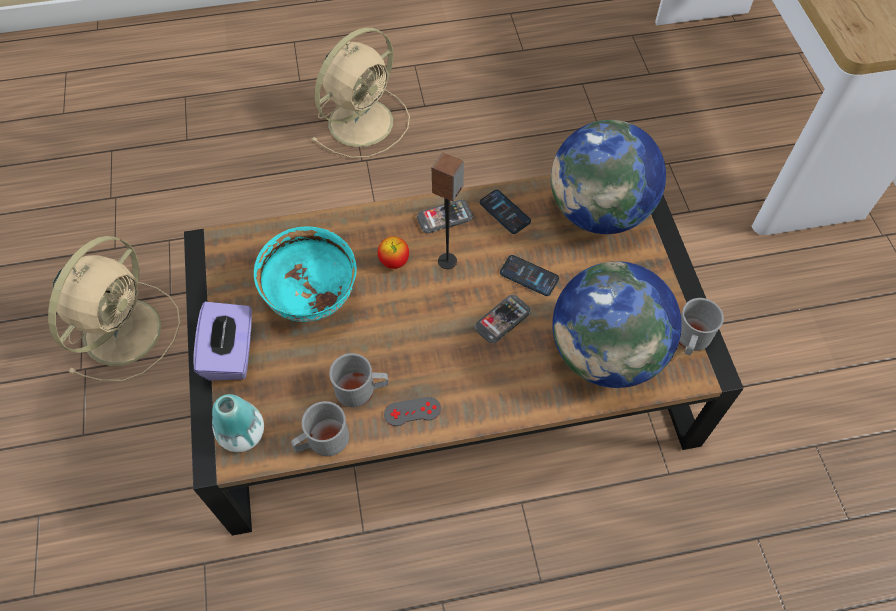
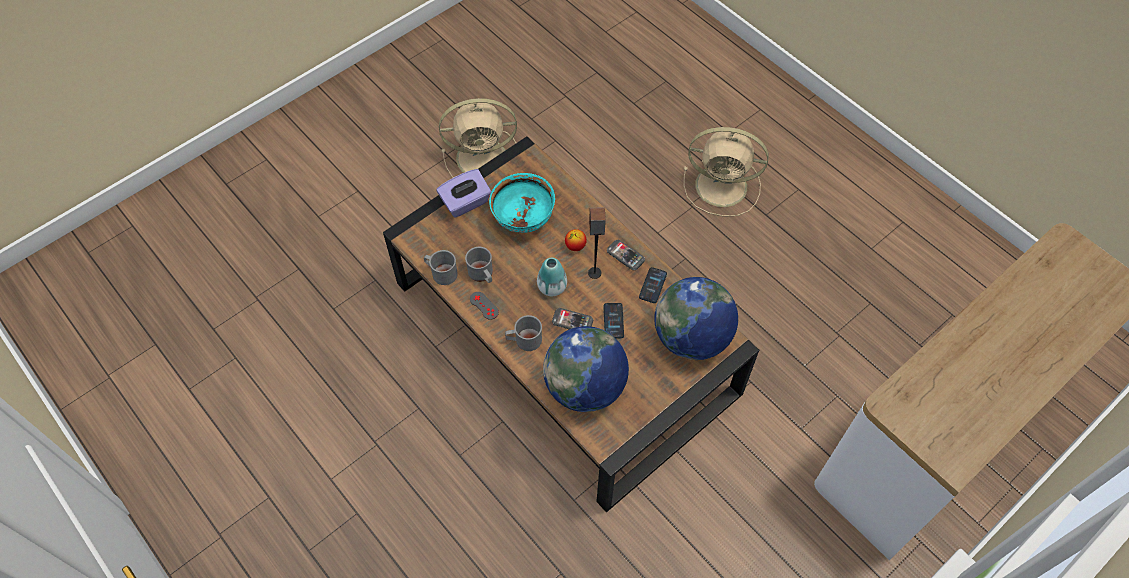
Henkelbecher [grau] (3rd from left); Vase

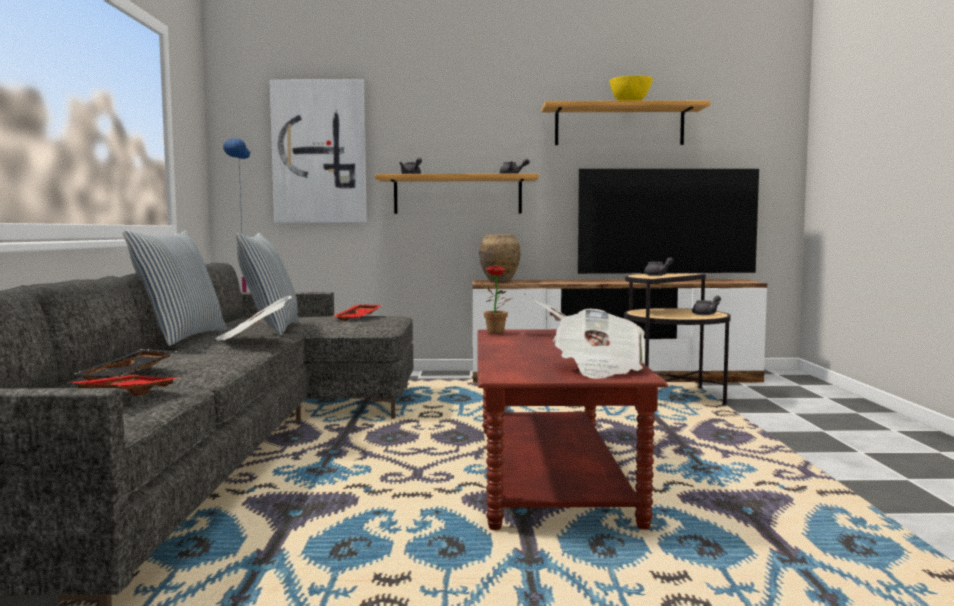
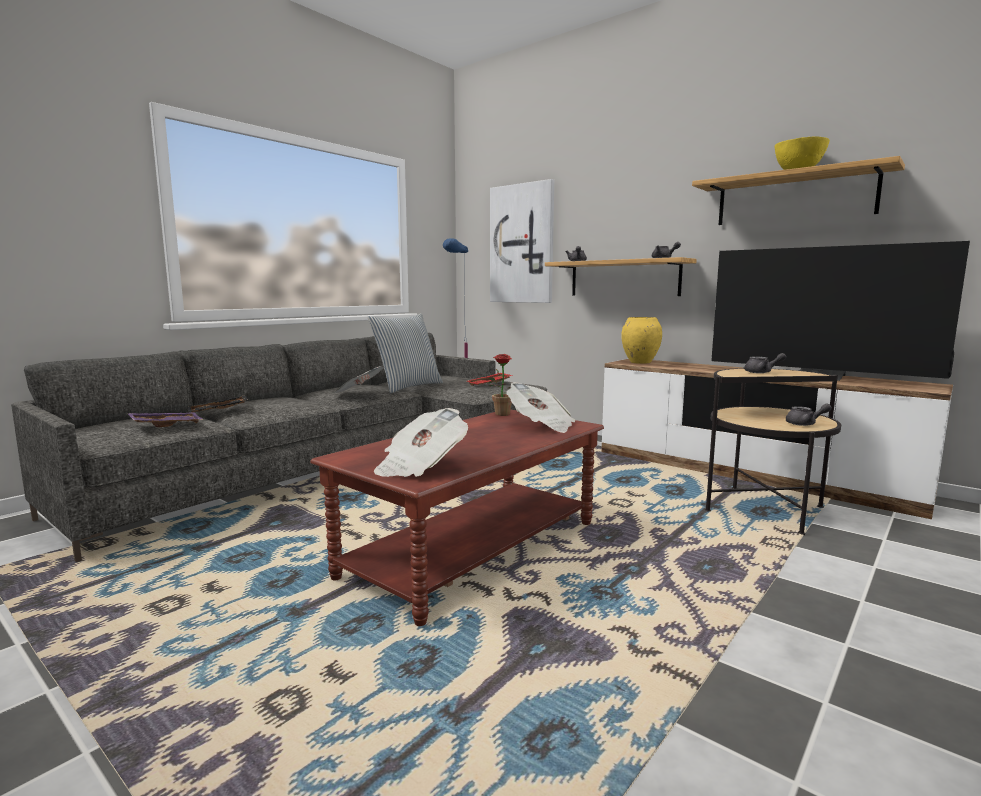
Tablett [lila]; Vase [gelb]; Kissen (1st from left in the first image)

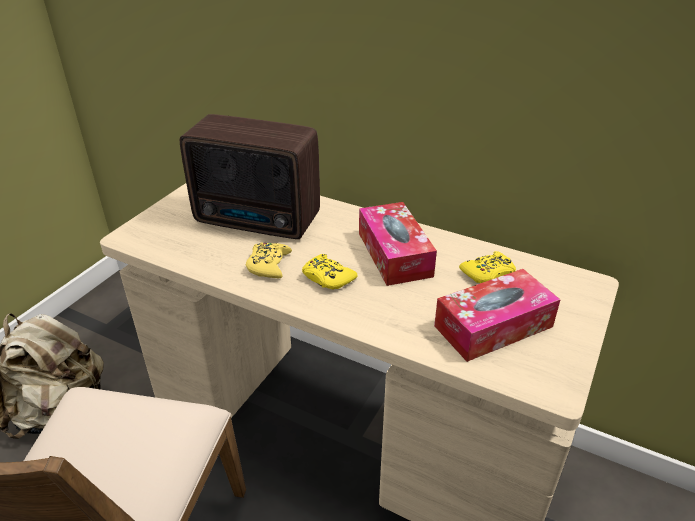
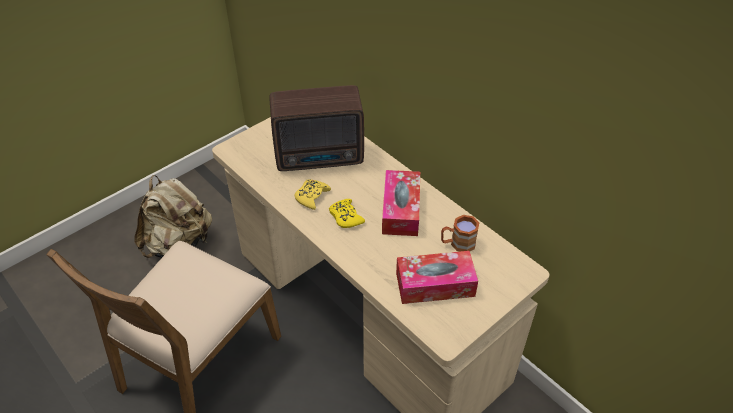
Radio; Henkelbecher [braun]

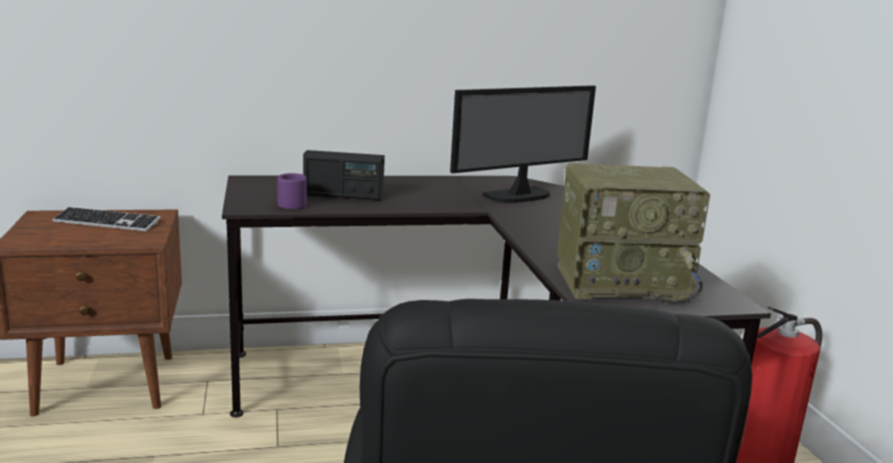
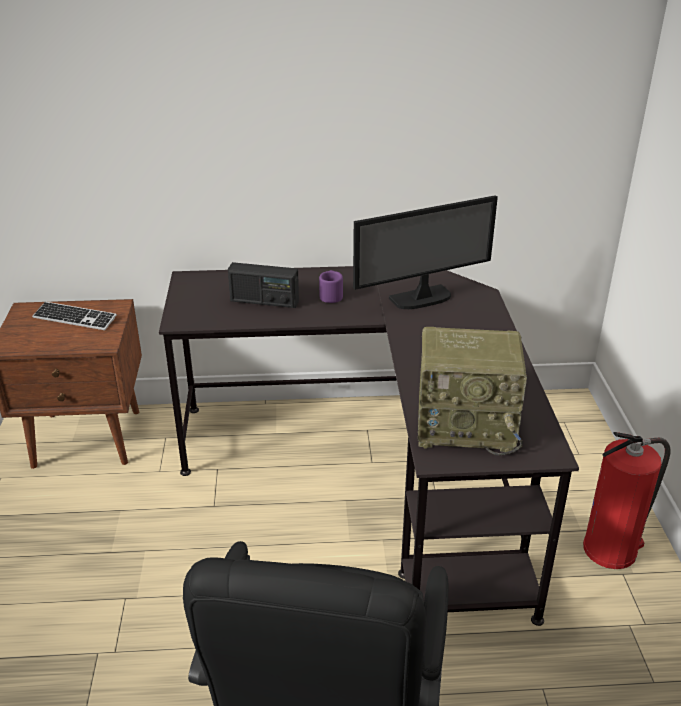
Henkelbecher [lila]

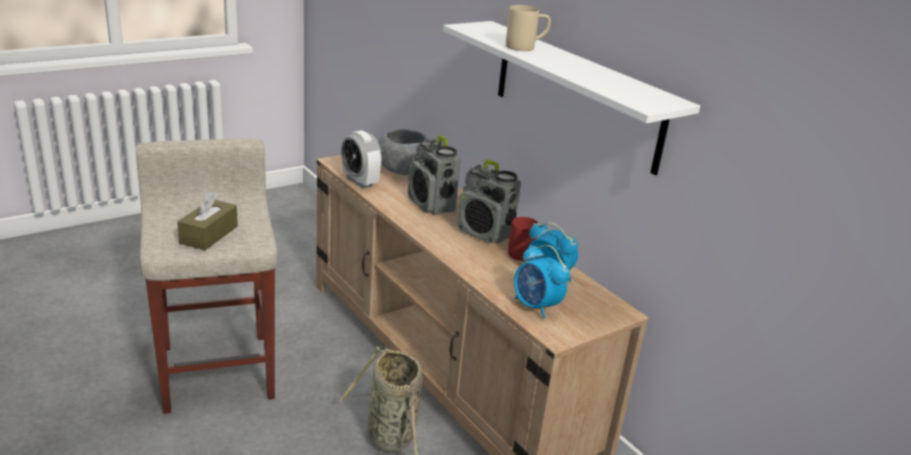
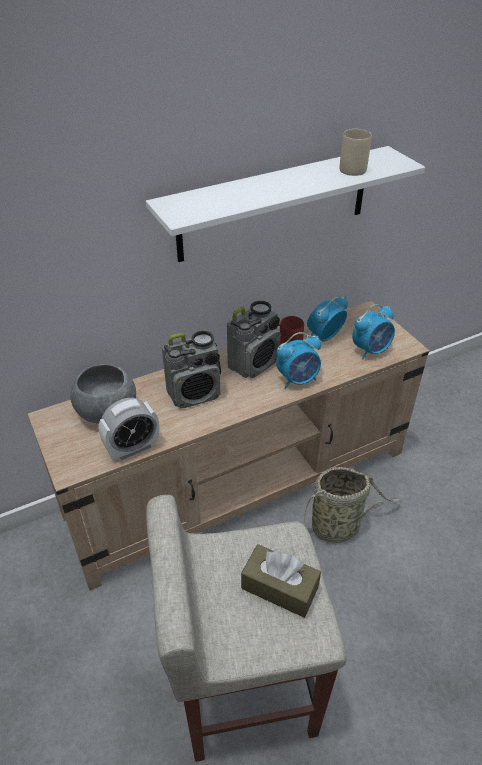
Wecker (2nd from left); Henkelbecher [beige]

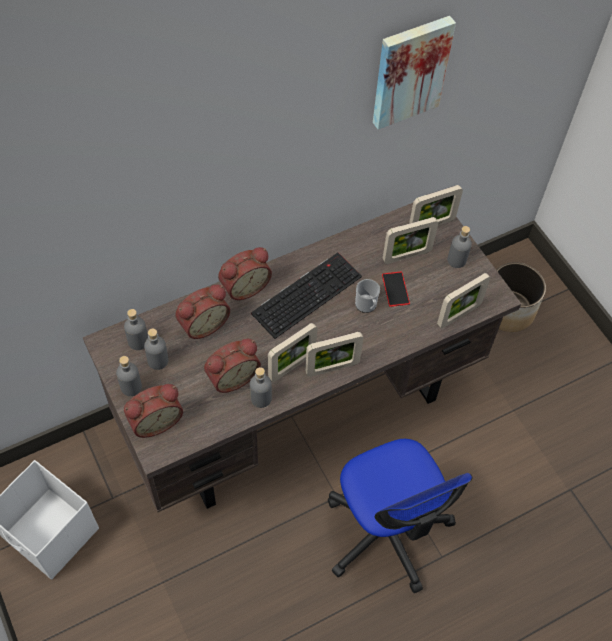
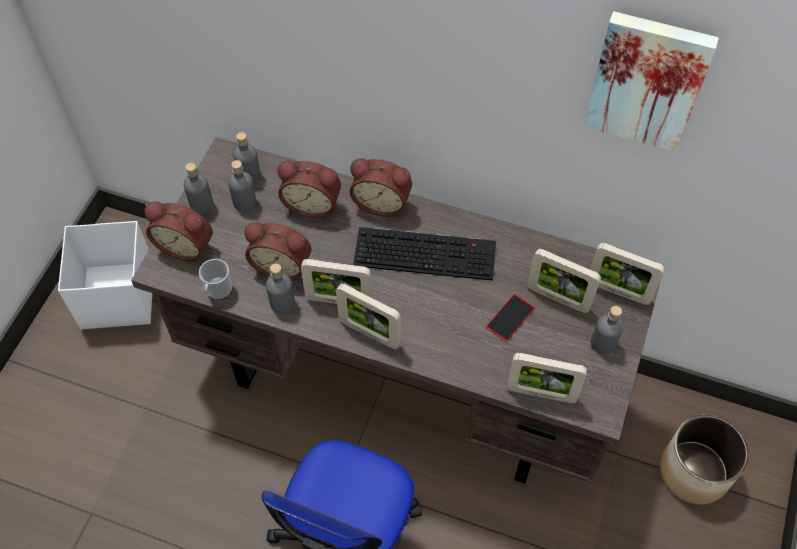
Henkelbecher

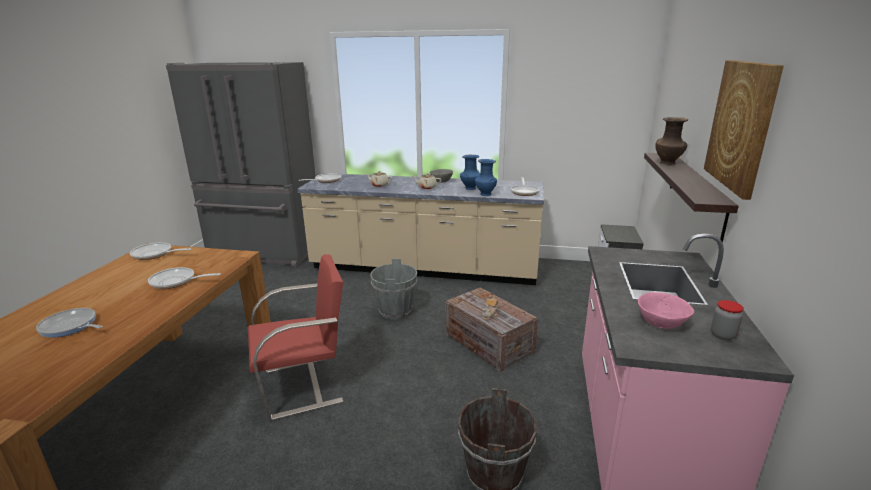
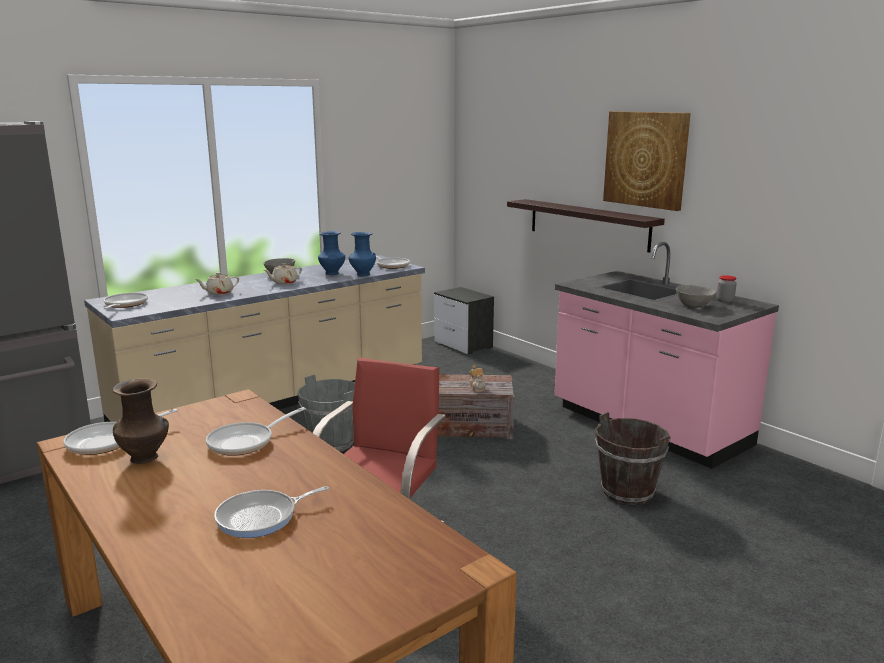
Vase [braun]; Schüssel [grau] (2nd from left)

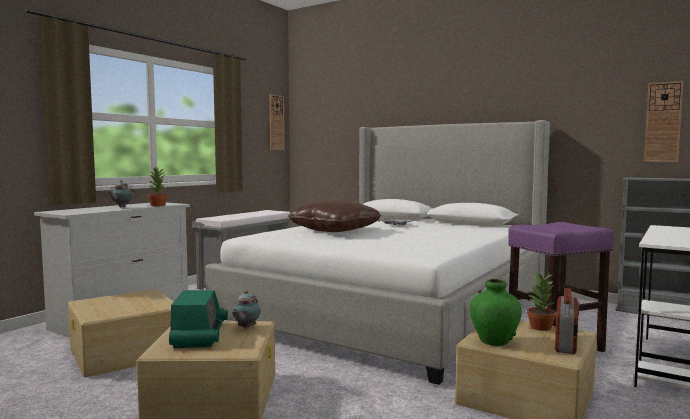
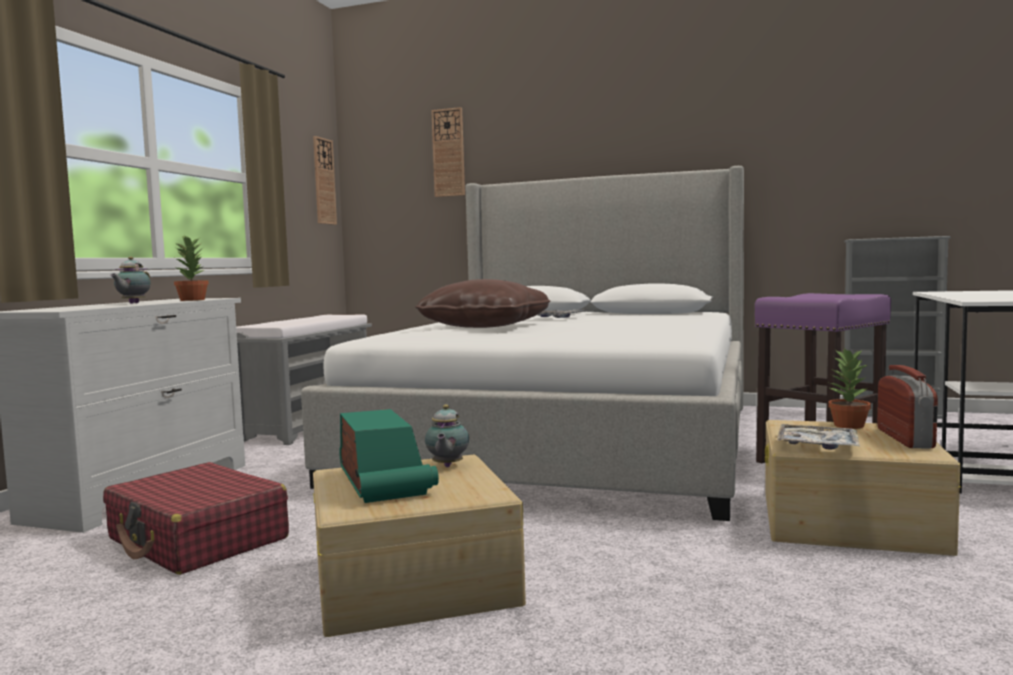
Koffer [rot]; Wanduhr (2nd from left); Tablett (2nd from left)

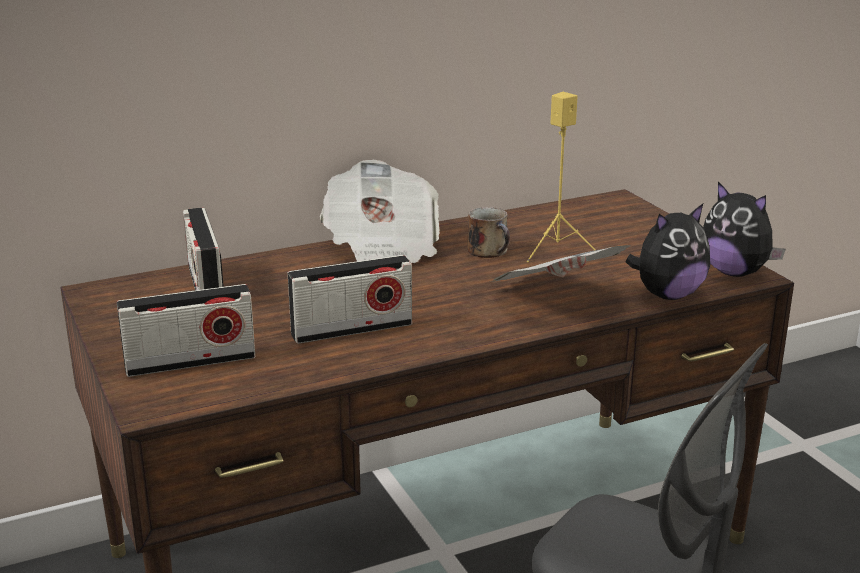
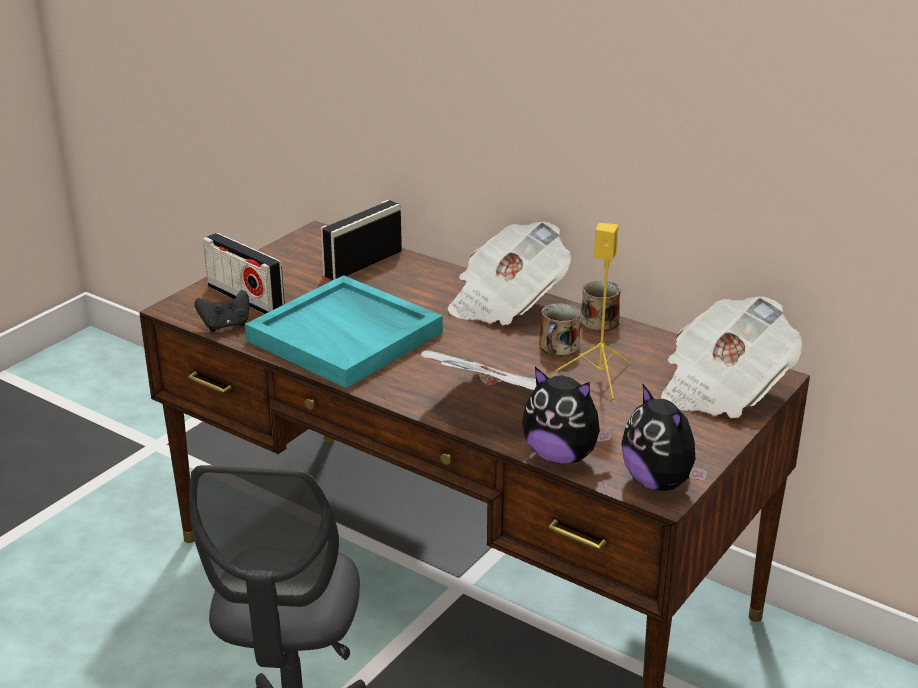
Gamepad [schwarz]; Tablett [türkis]; Henkelbecher (2nd from left); Plüschtier (2nd from left); Zeitung (3rd from left)

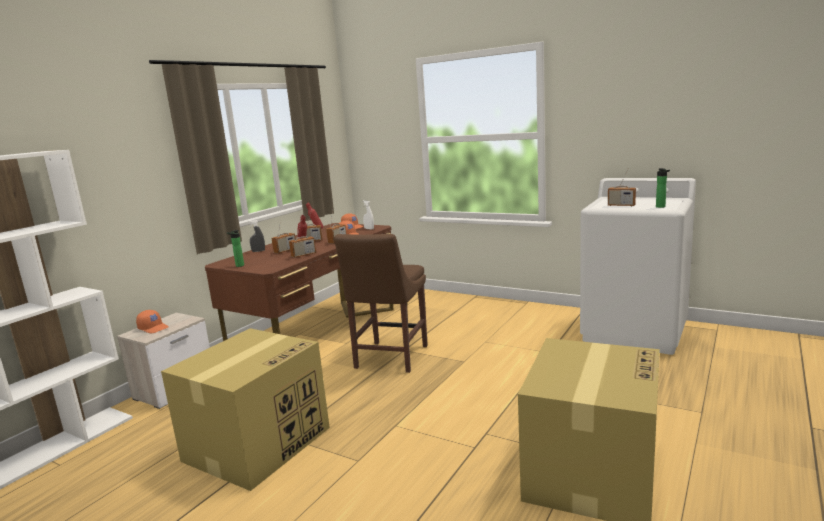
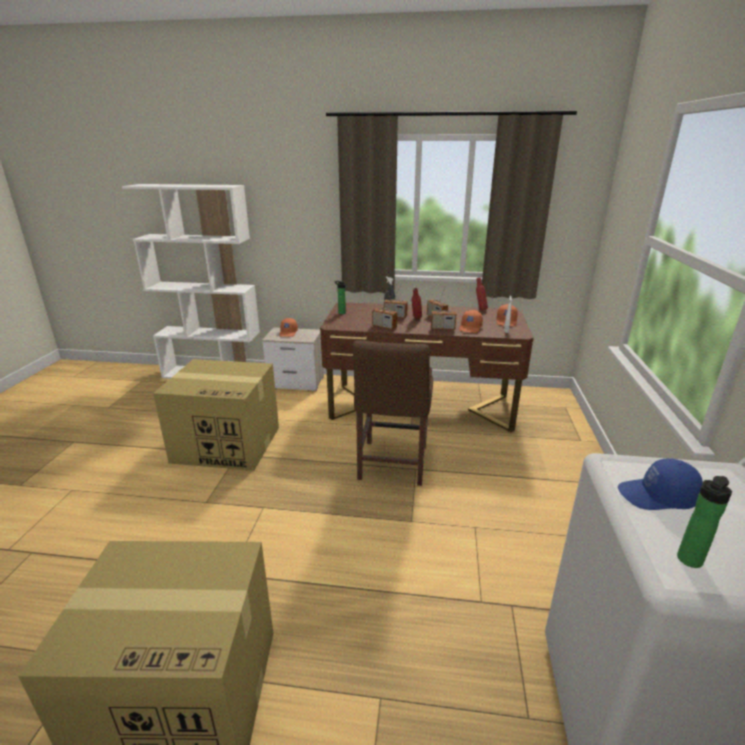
Stuhl [braun]; Kappe [blau]

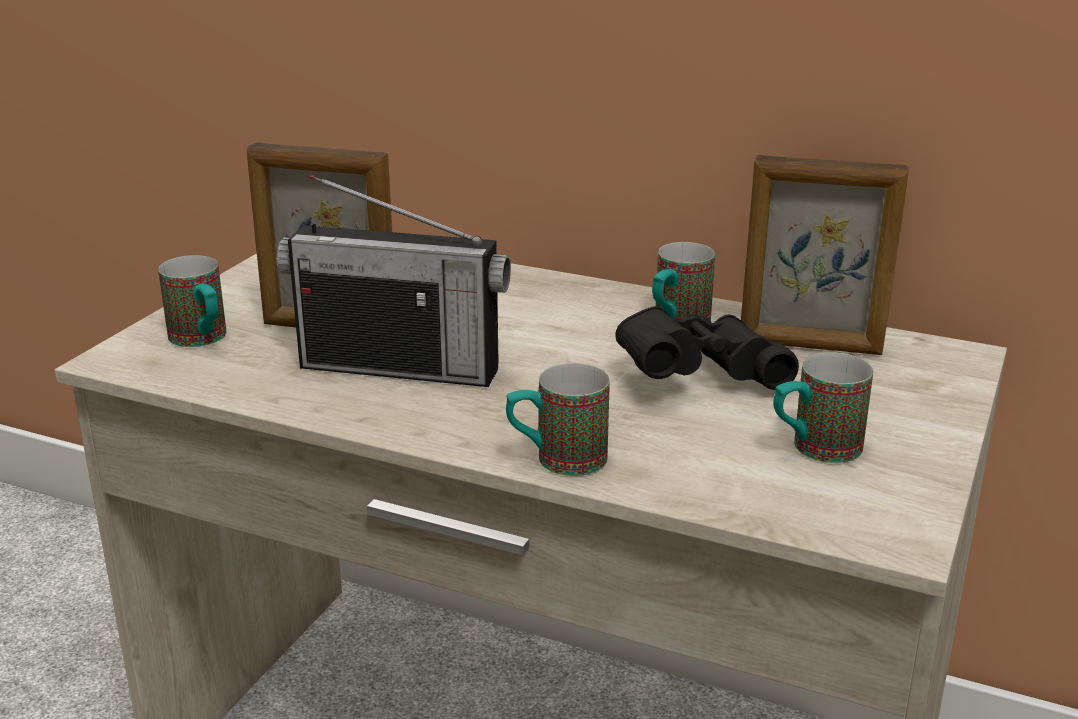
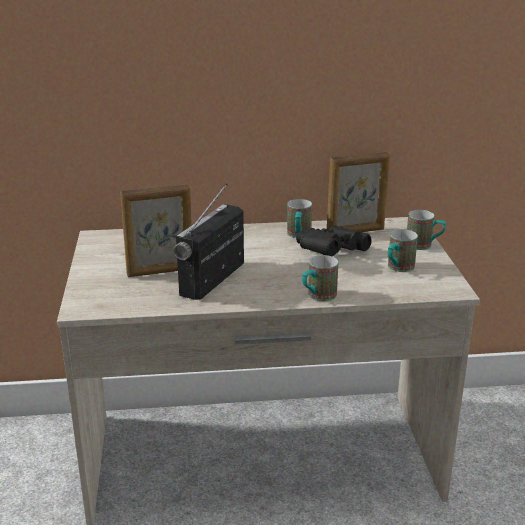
Radio; Henkelbecher (4th from left)

